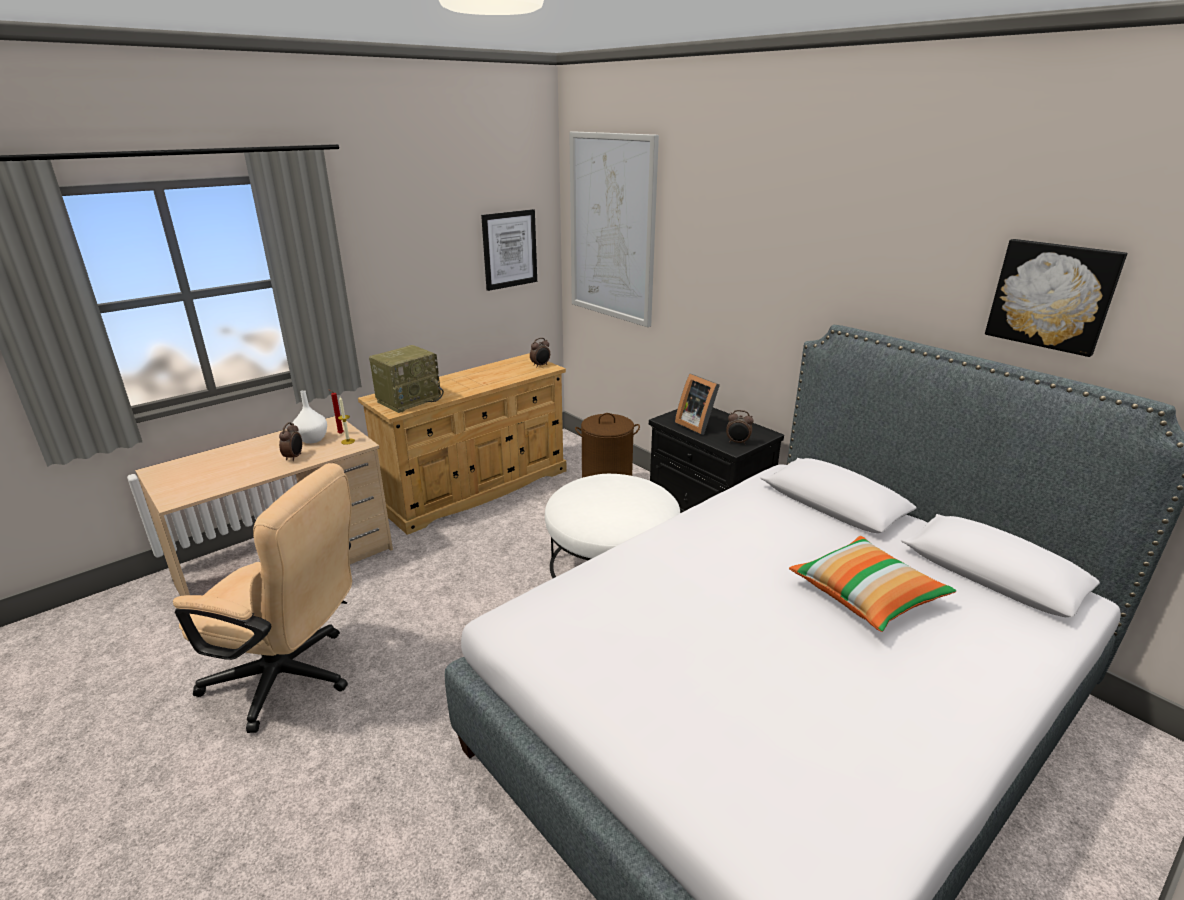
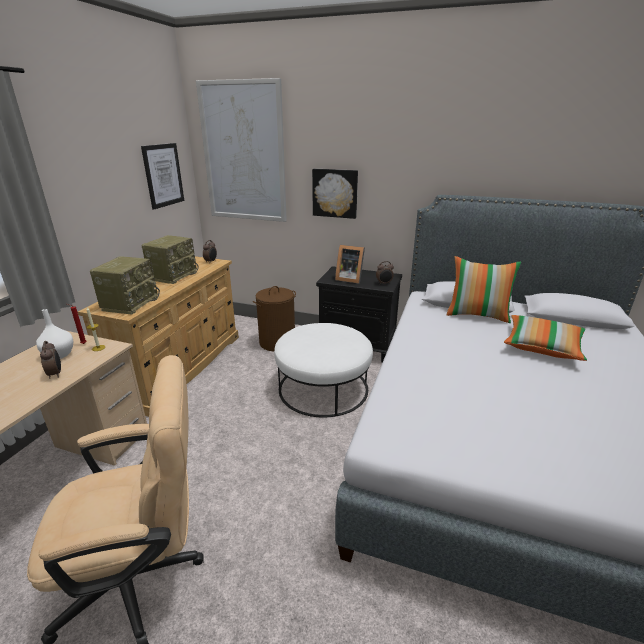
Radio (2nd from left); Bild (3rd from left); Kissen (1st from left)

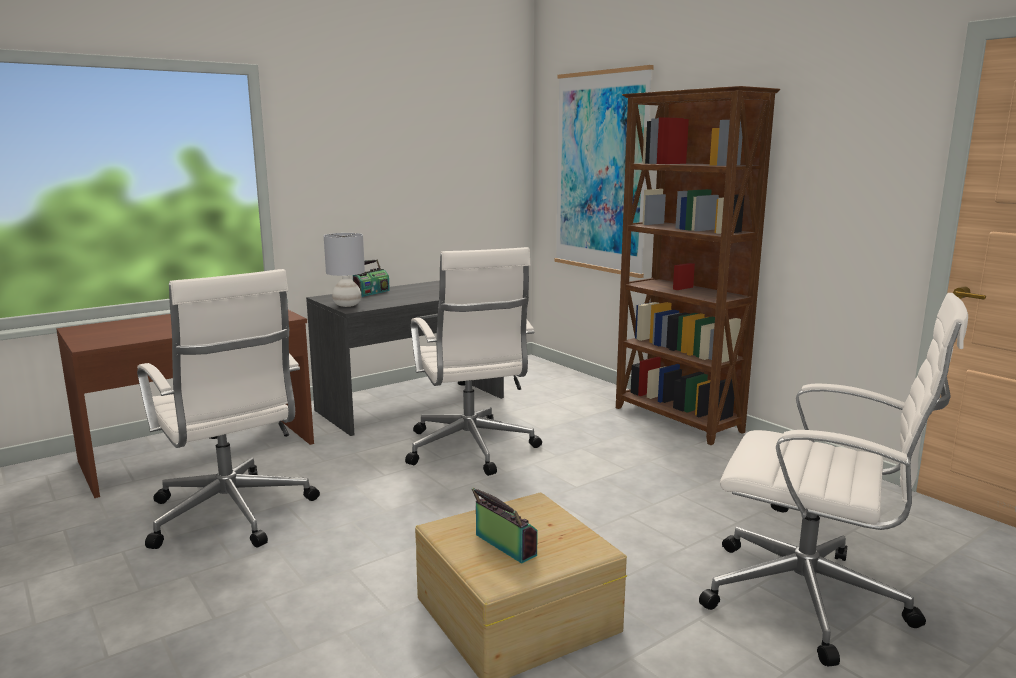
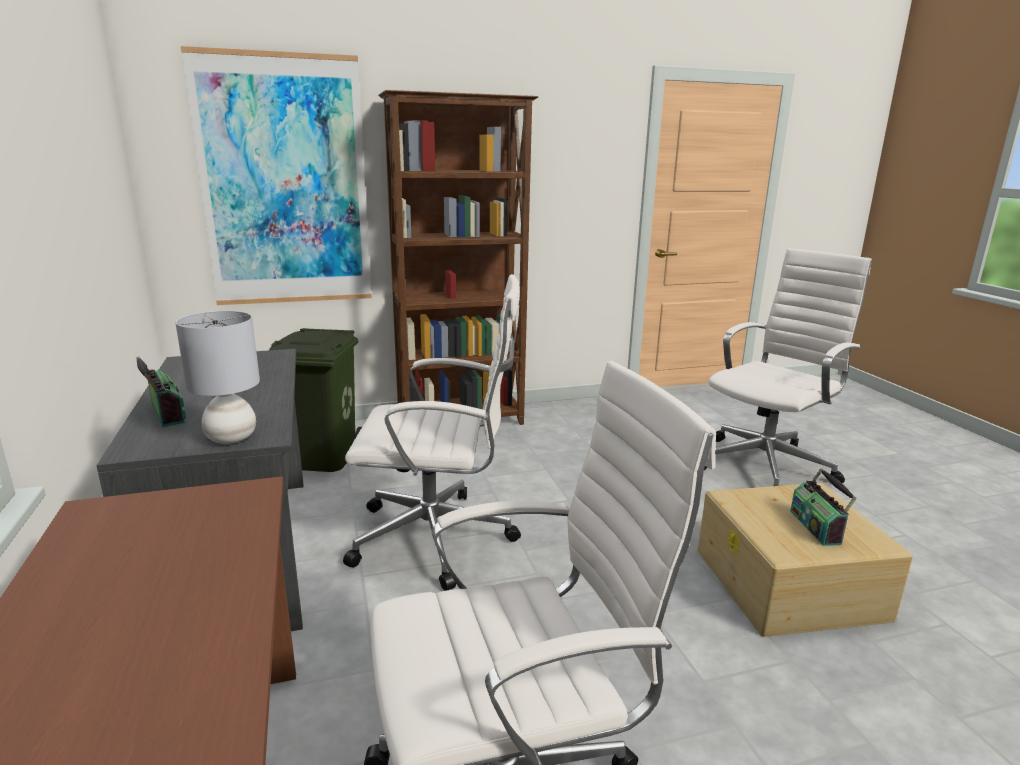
Mülleimer [grün]; Radio (2nd from left)

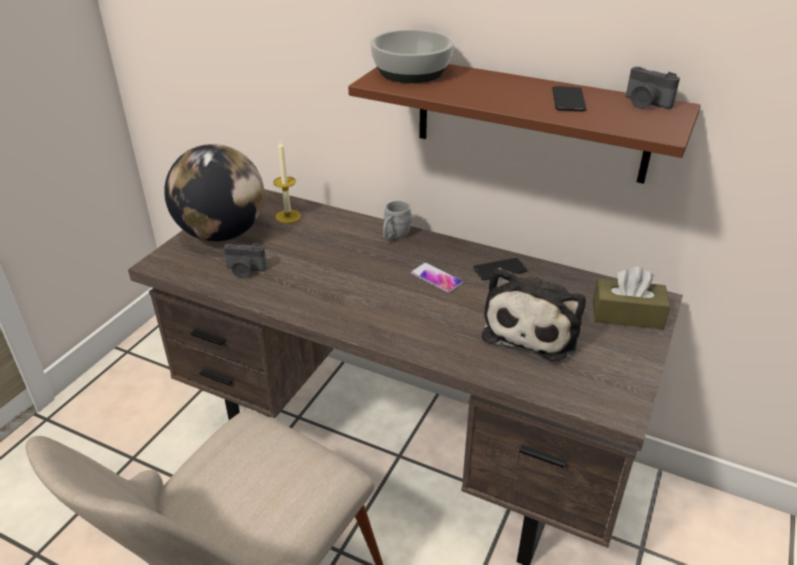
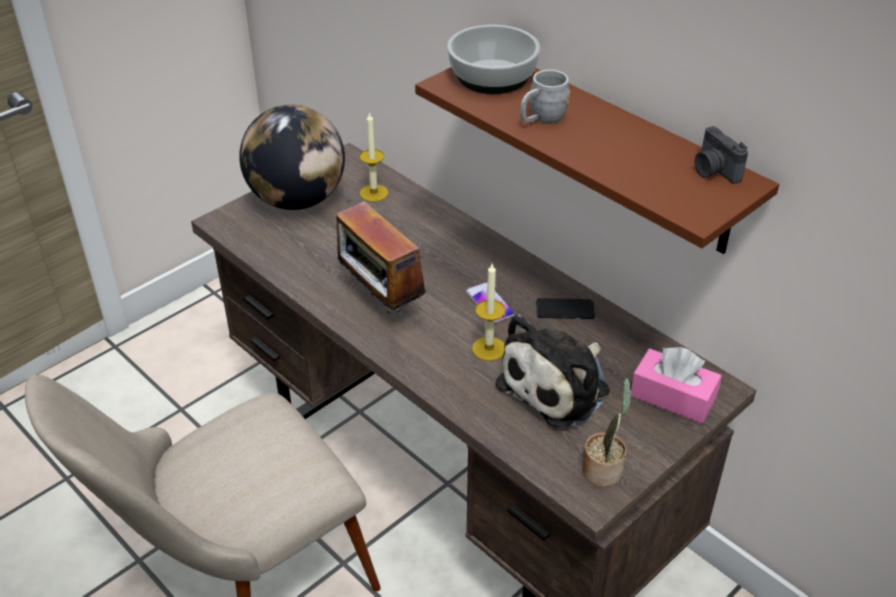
Radio; Kerze (2nd from left); Henkelbecher [grau]; Topfpflanze; Taschentuchbox [rosa]; Kamera (1st from left in the first image); Handy (3rd from left in the first image)

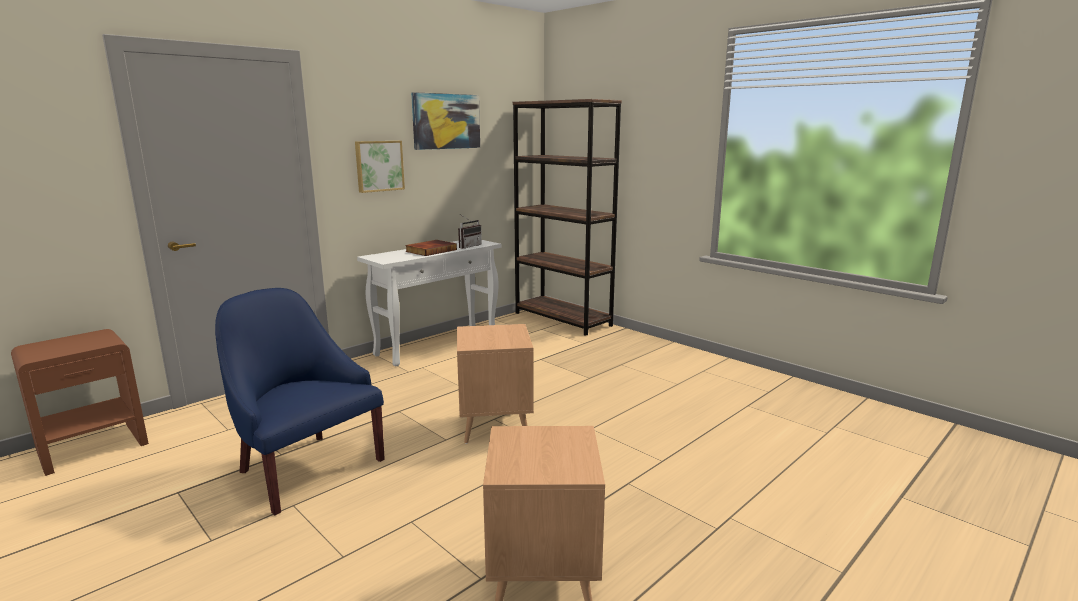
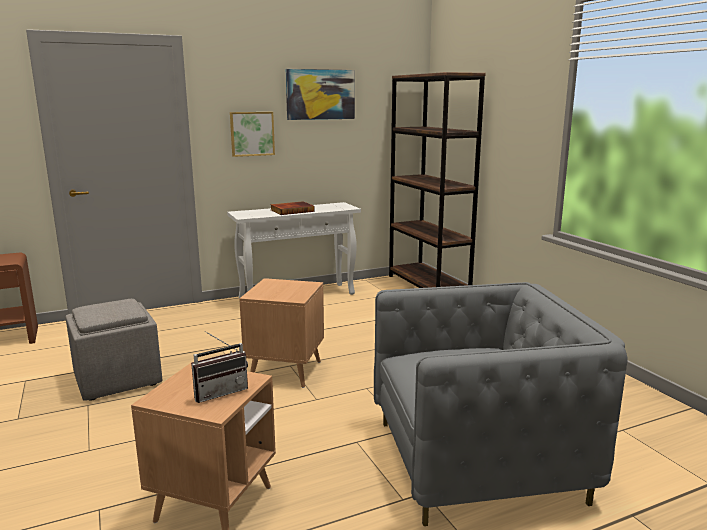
Polsterhocker [grau]; Radio; Sessel [grau]

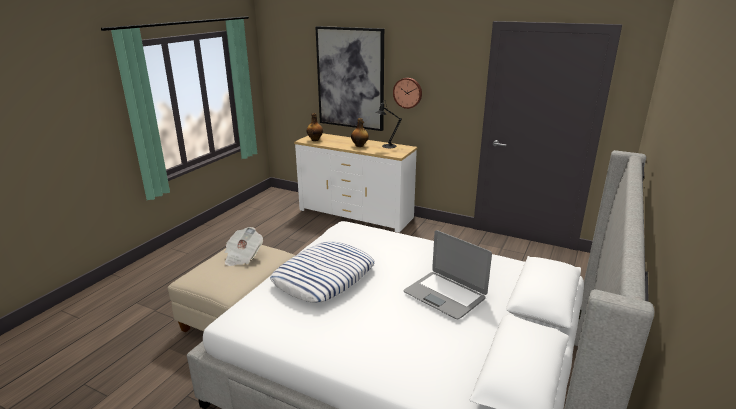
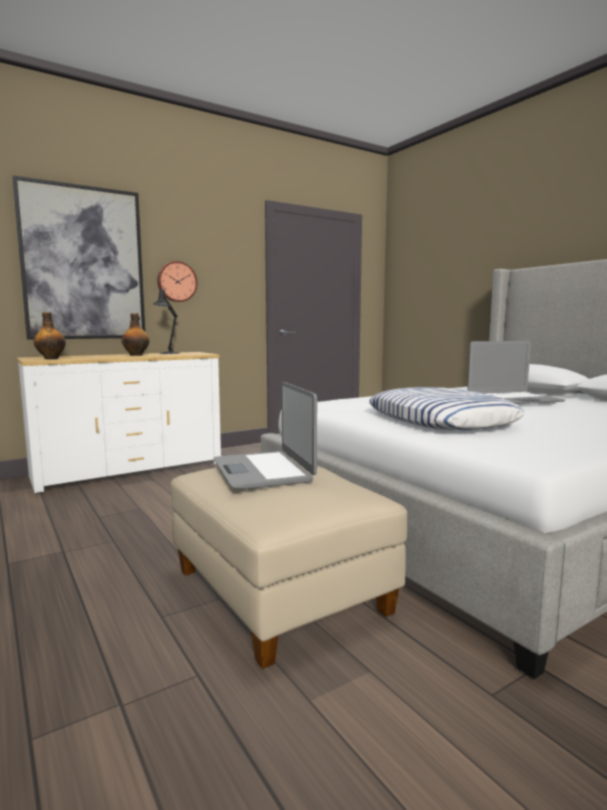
Laptop (1st from left)

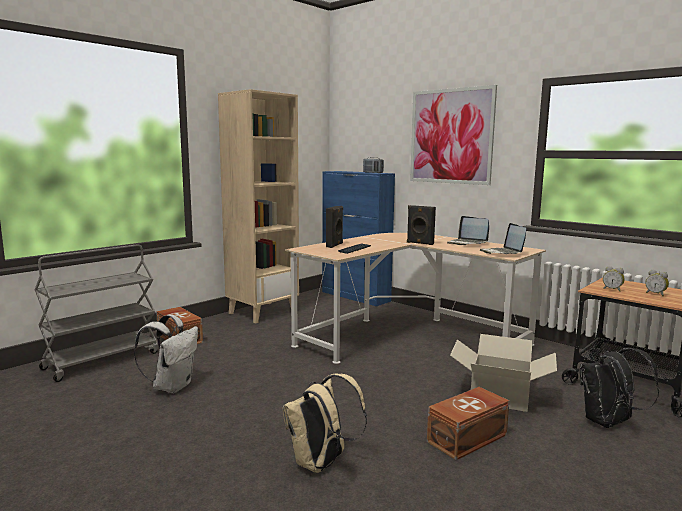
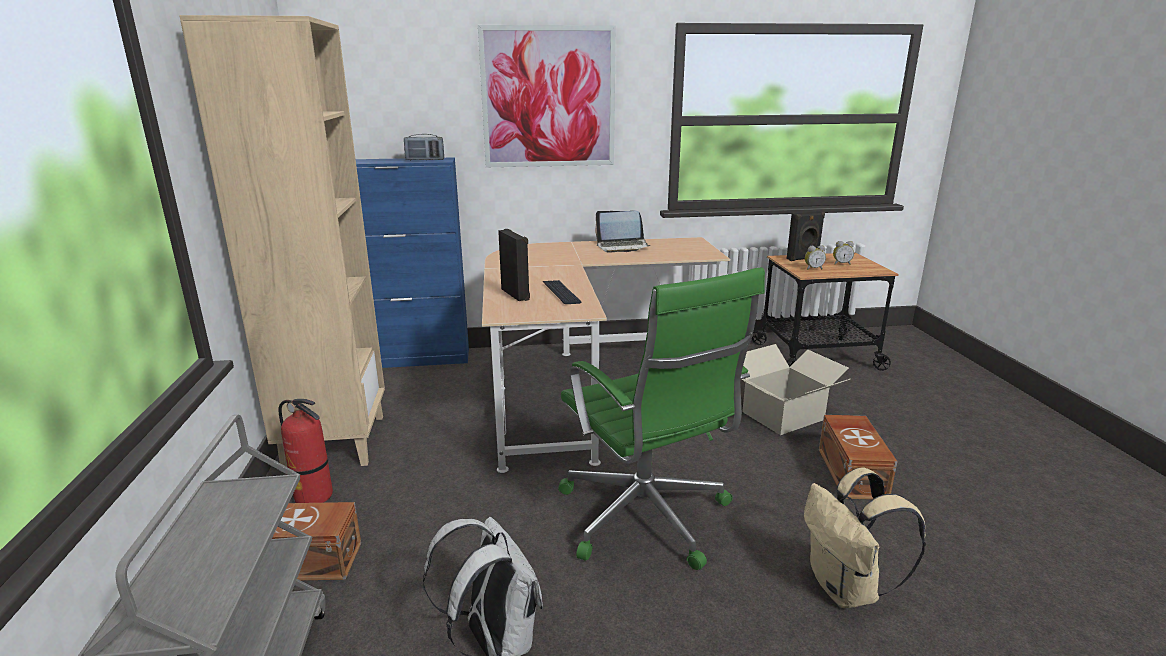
Feuerlöscher; Bürostuhl [grün]; Lautsprecher [schwarz] (2nd from left); Laptop (2nd from left in the first image); Rucksack [schwarz]

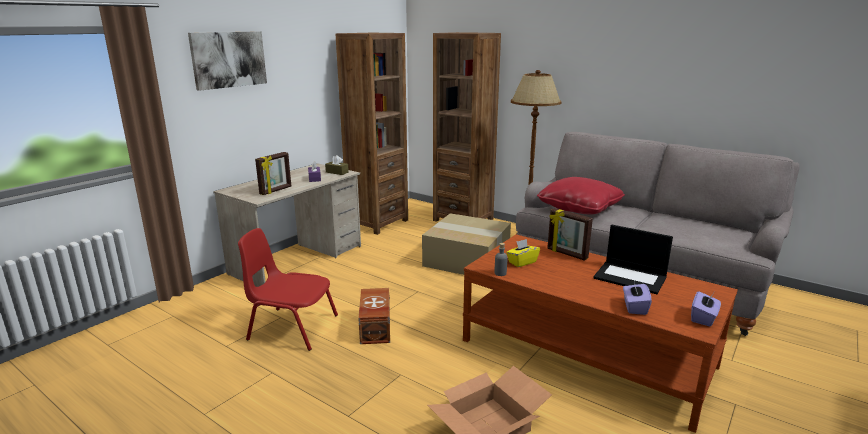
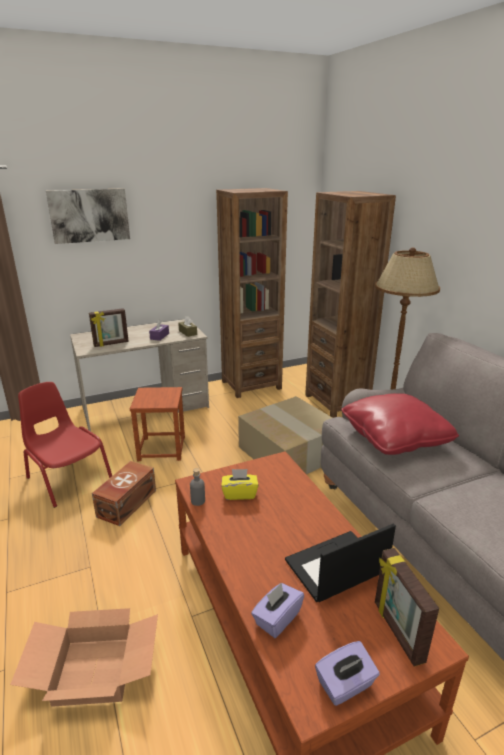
Hocker [braun]; Laptop; Bilderrahmen (2nd from left)

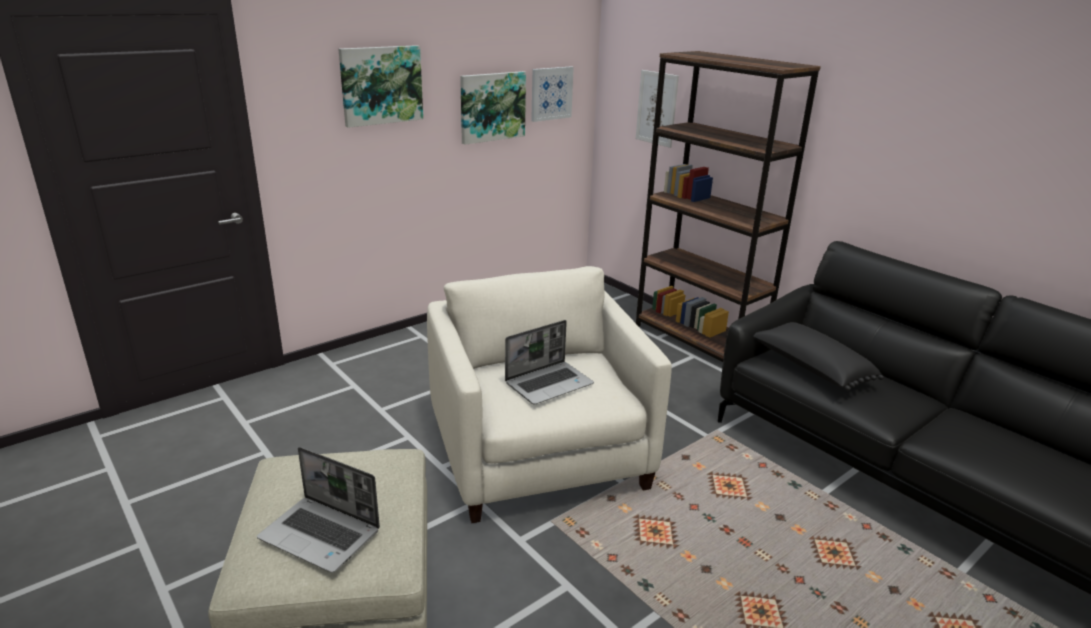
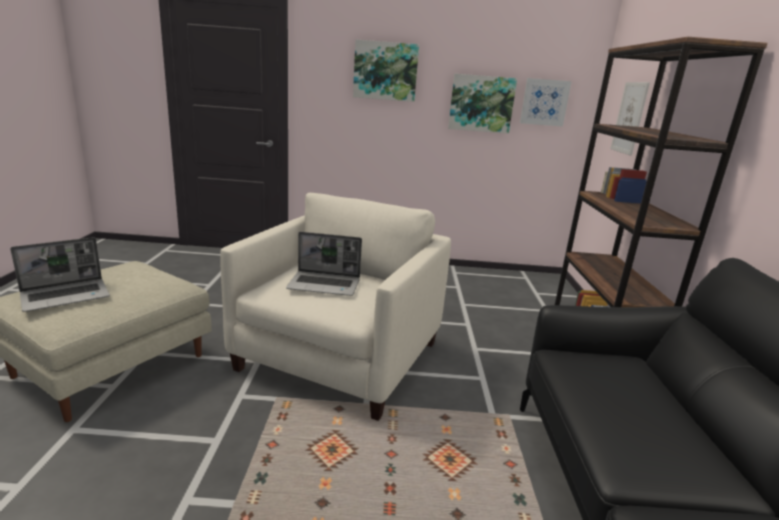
Laptop (1st from left); Kissen [schwarz]

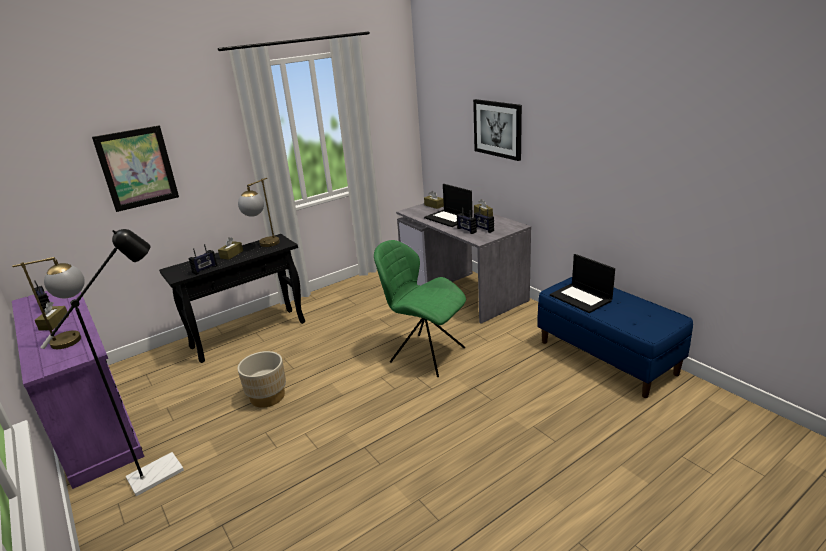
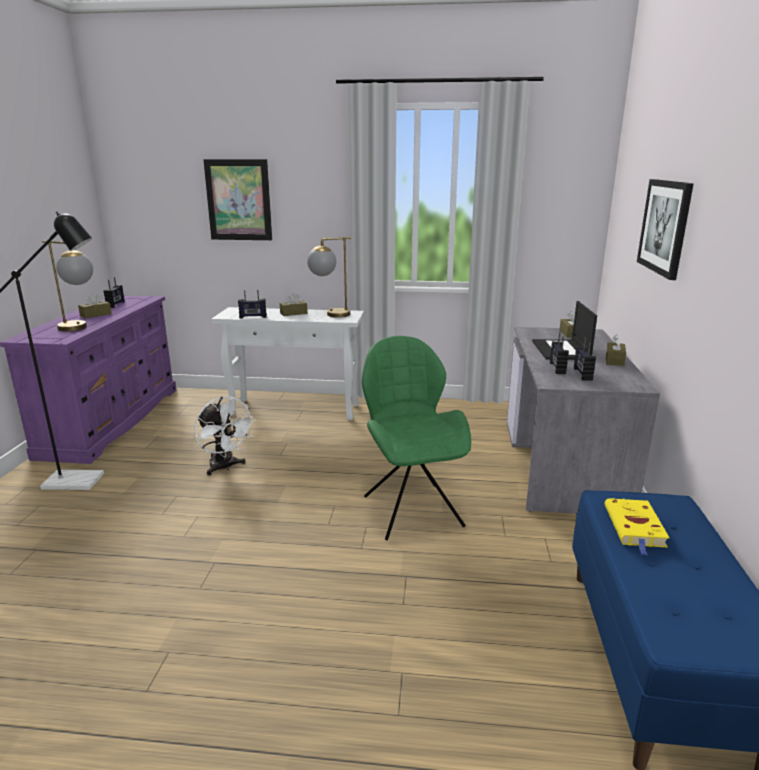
Ventilator [weiß]; Konsolentisch [weiß]; Buch [gelb]

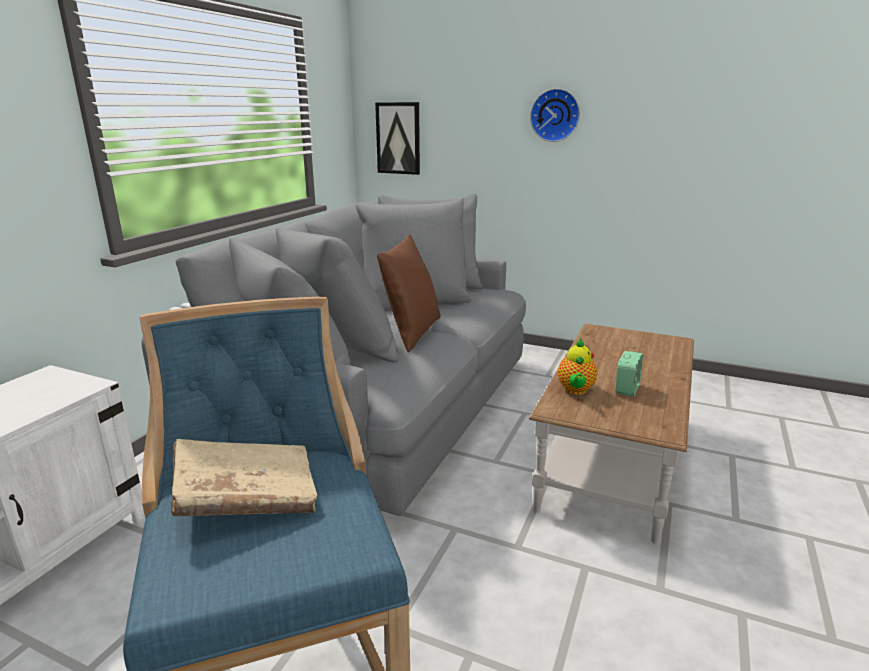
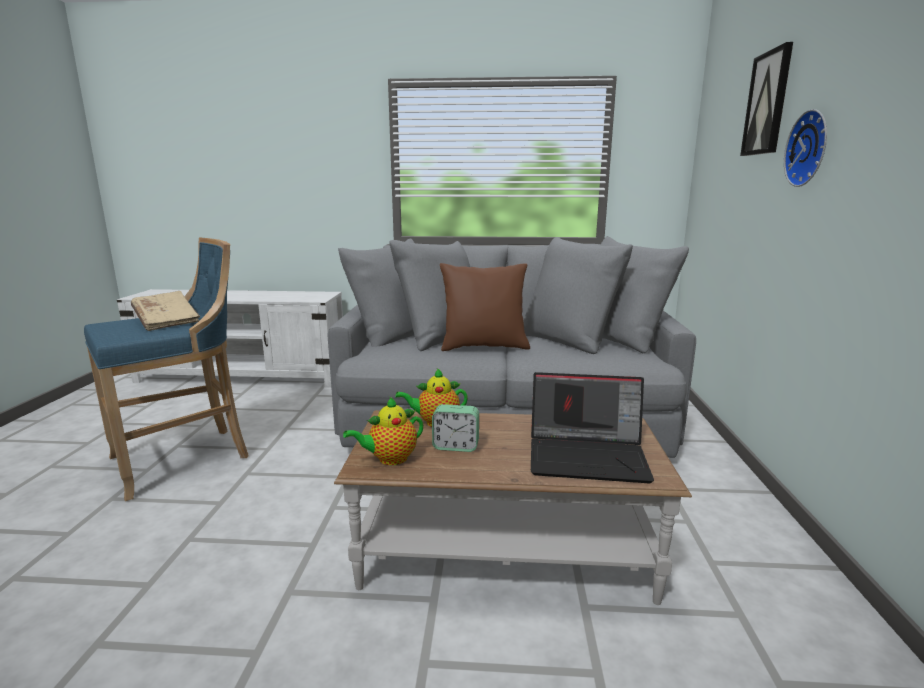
Teekanne (1st from left); Laptop; Bild

